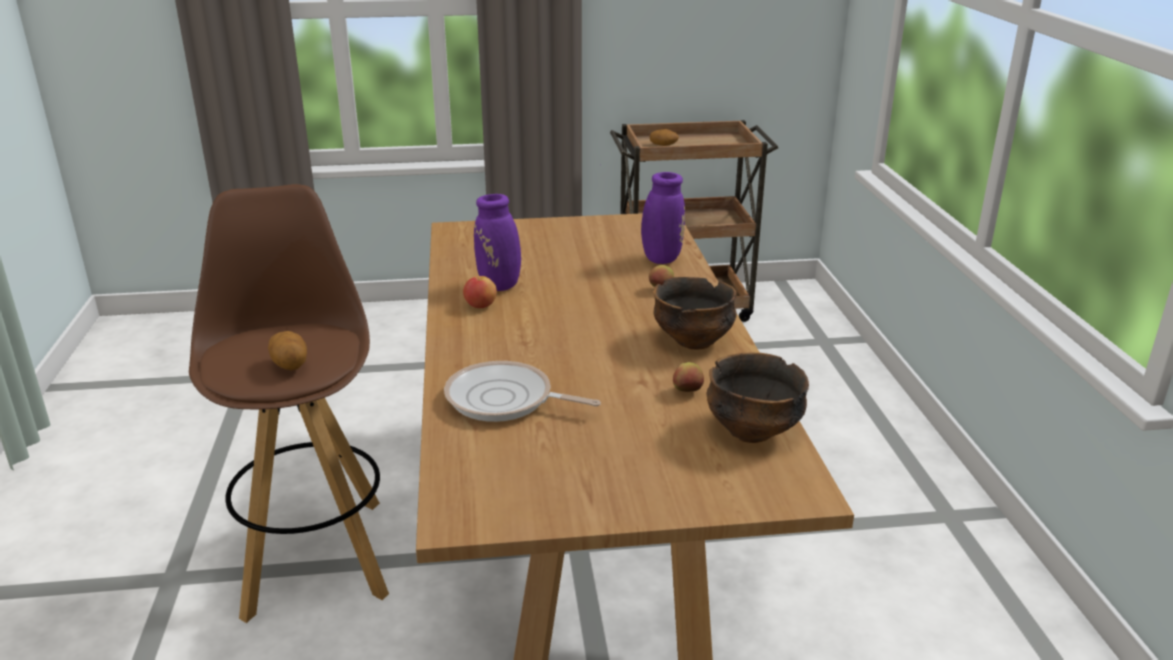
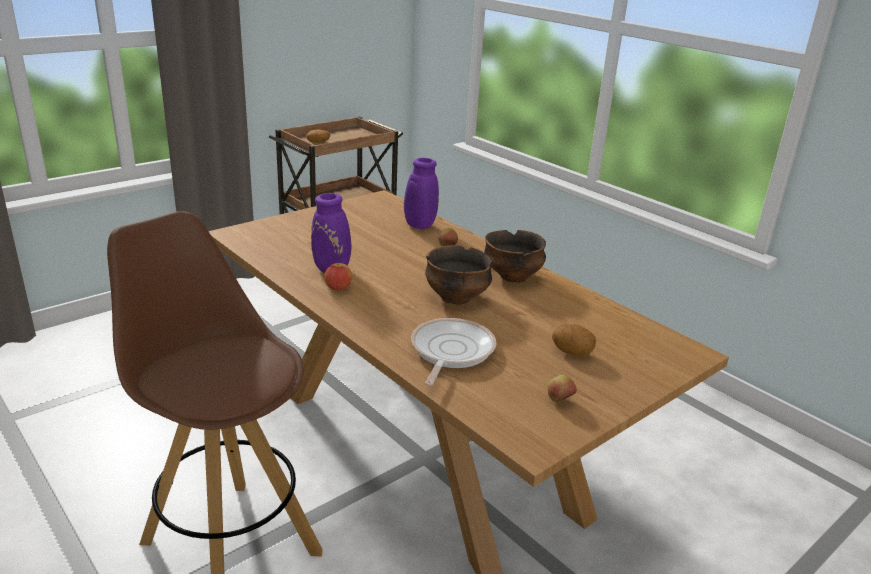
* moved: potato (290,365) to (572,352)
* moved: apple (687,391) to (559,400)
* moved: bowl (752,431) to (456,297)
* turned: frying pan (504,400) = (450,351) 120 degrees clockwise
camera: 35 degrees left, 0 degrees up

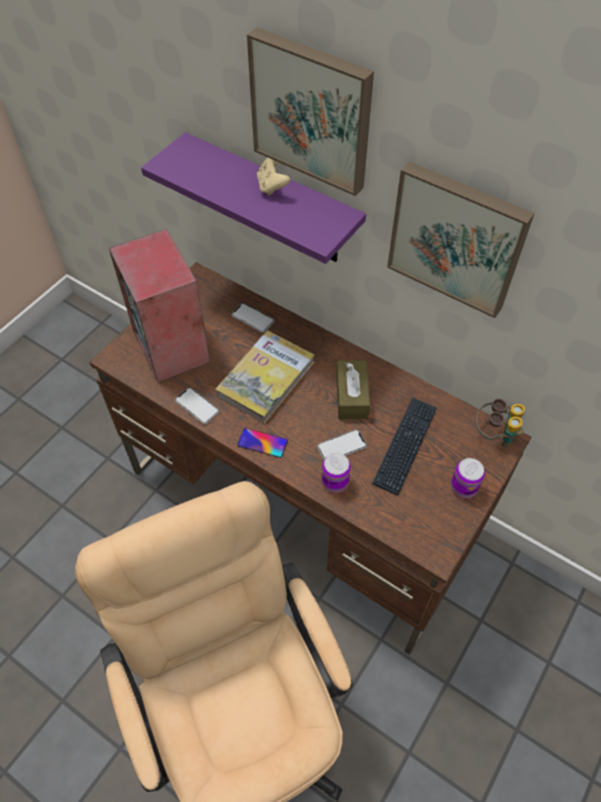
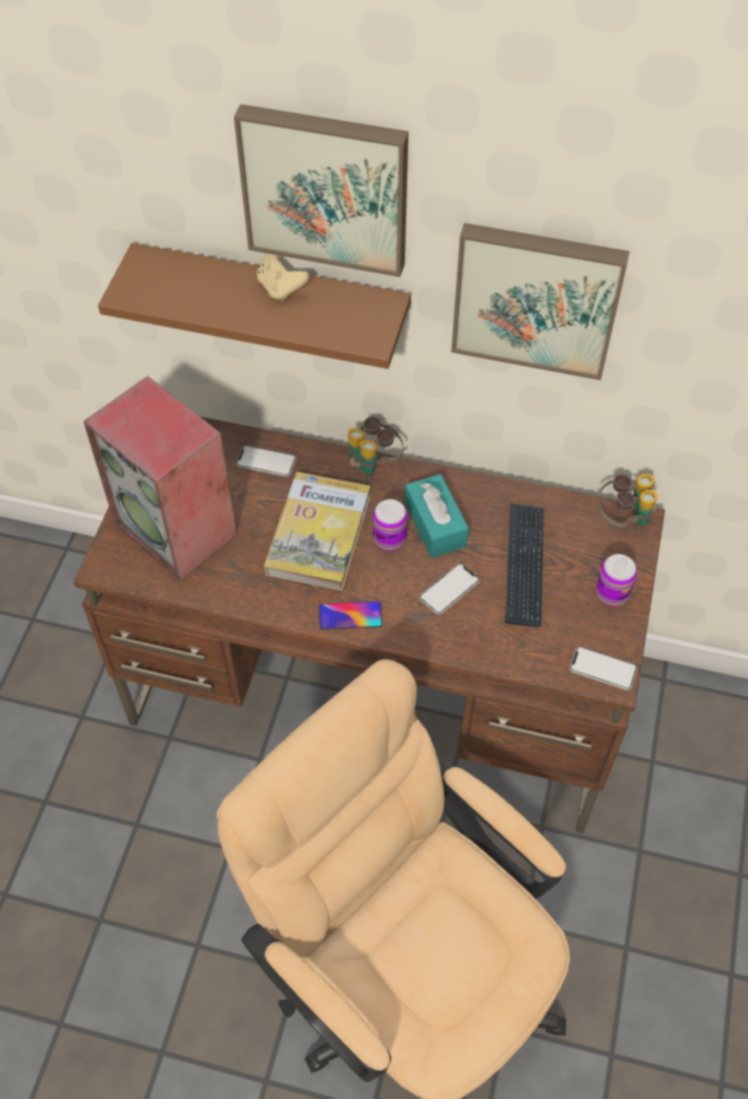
* added: binoculars (373,465)
* moved: phone (197,406) to (603,669)
* moved: can (335,482) to (389,539)
* recoloured: shelf (purple) (272,201) to shelf (brown) (272,304)
* recoloured: tissue box (brown) (351,396) to tissue box (turquoise) (435,524)
camera: 20 degrees left, 0 degrees up

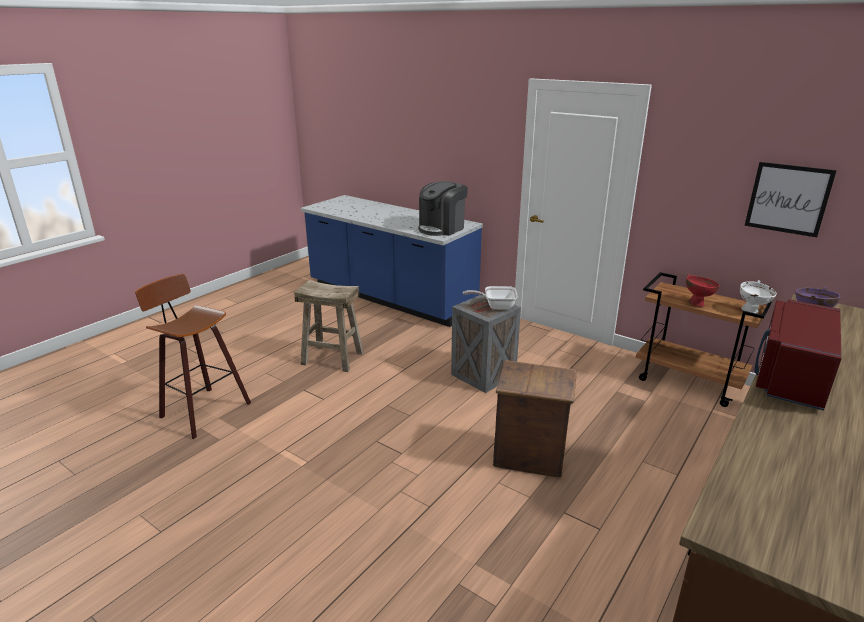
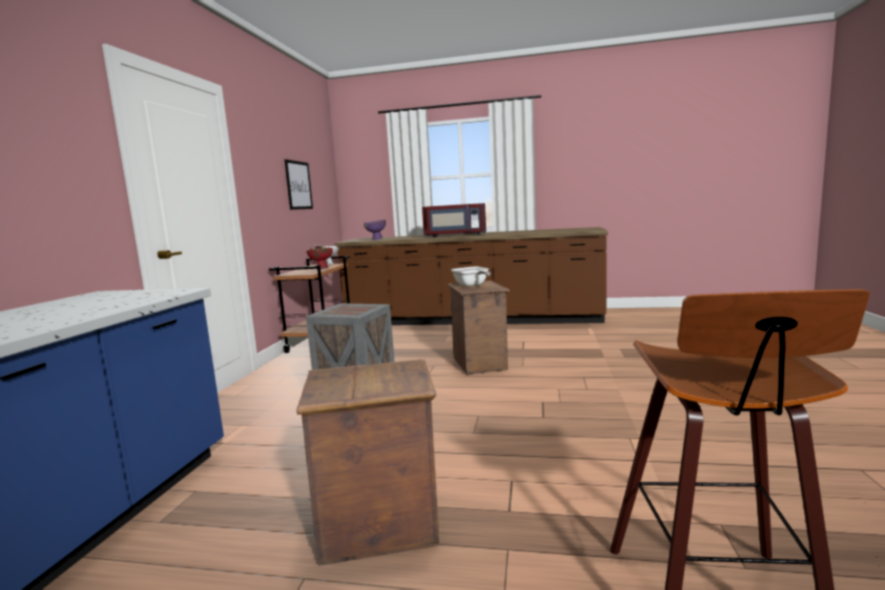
* removed: coffee machine (442,228)
* moved: frying pan (496,306) to (472,285)
* replaced: stool (beige) (333,358) to crate (380,529)
camera: 115 degrees left, 15 degrees down

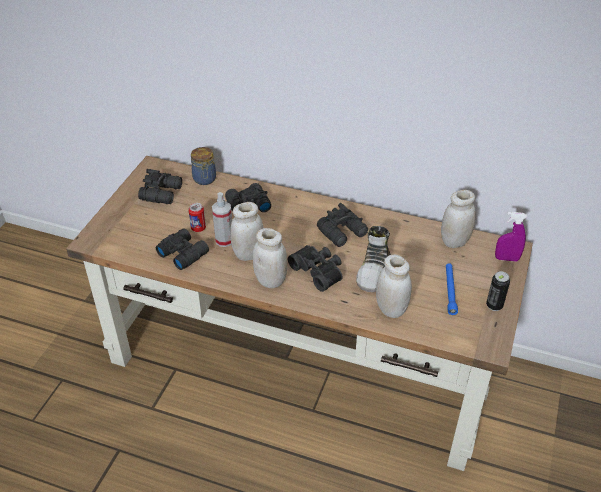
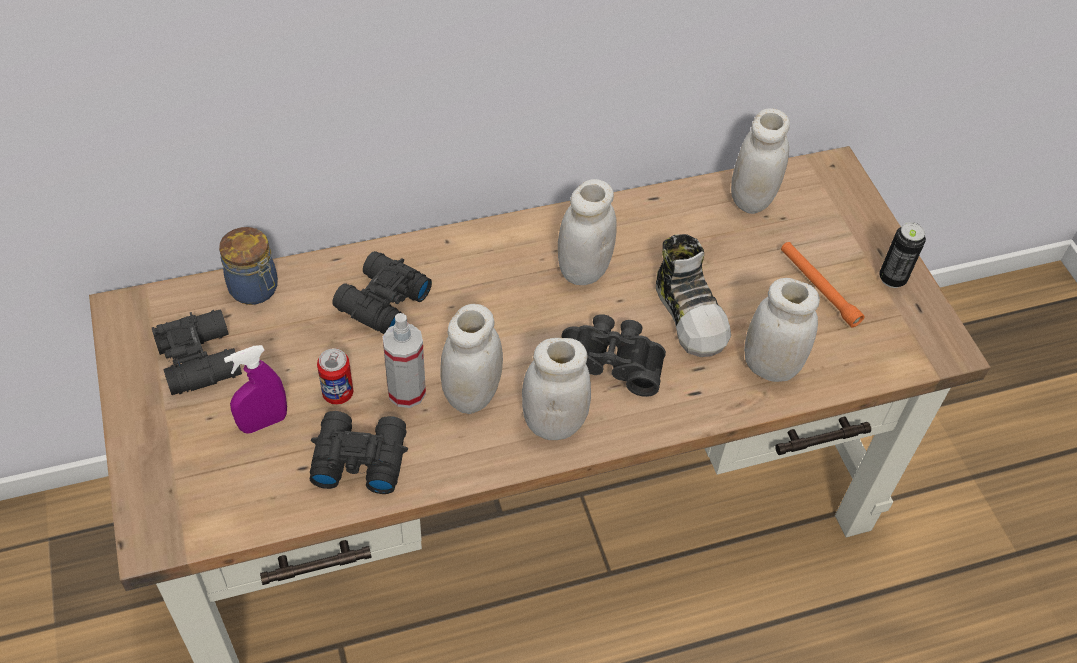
* moved: spray bottle (purple) (506,259) to (263,422)
* replaced: binoculars (black) (343,232) to jar (white) (583,270)
* recoloured: flashlight (blue) (450,291) to flashlight (orange) (818,288)
camera: 40 degrees left, 10 degrees up

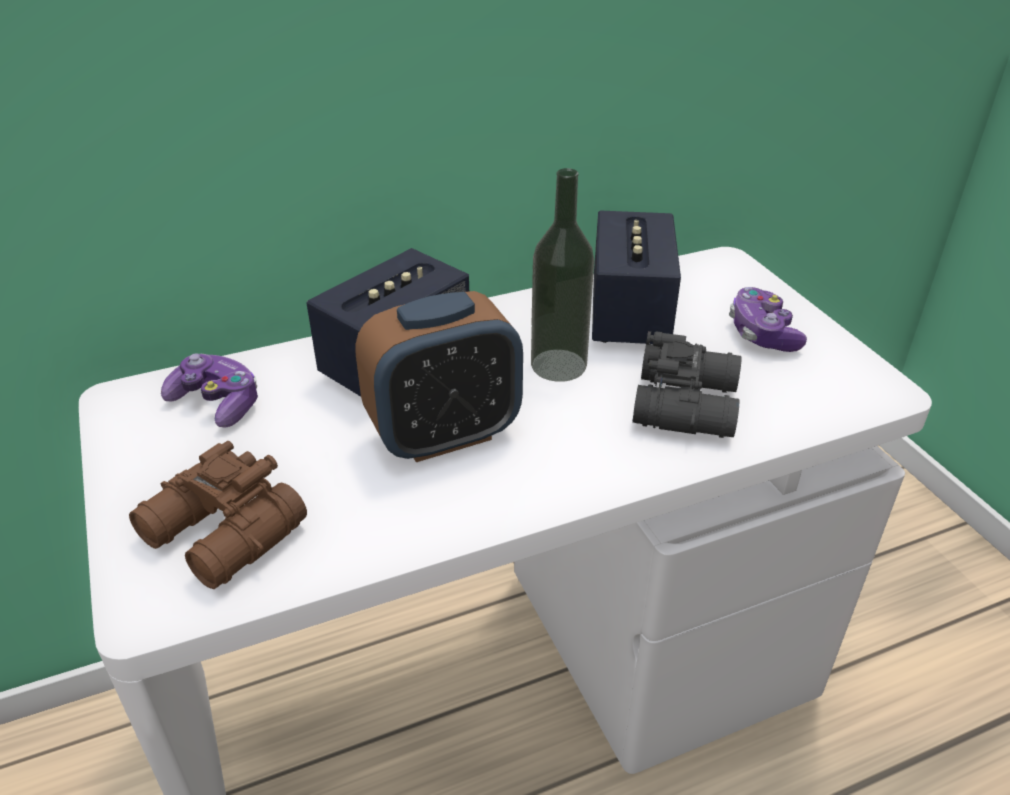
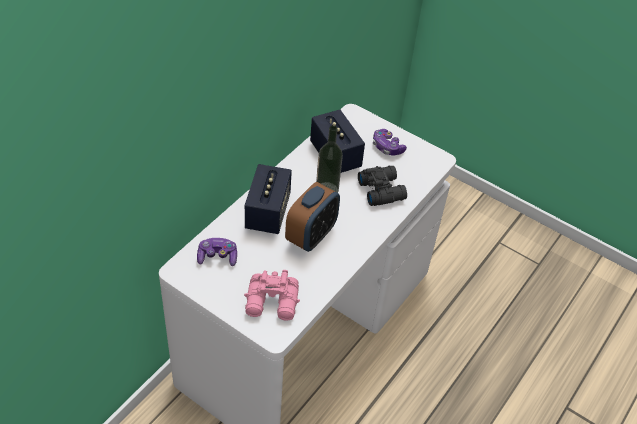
* recoloured: binoculars (brown) (222,536) to binoculars (pink) (273,303)
camera: 35 degrees left, 10 degrees up

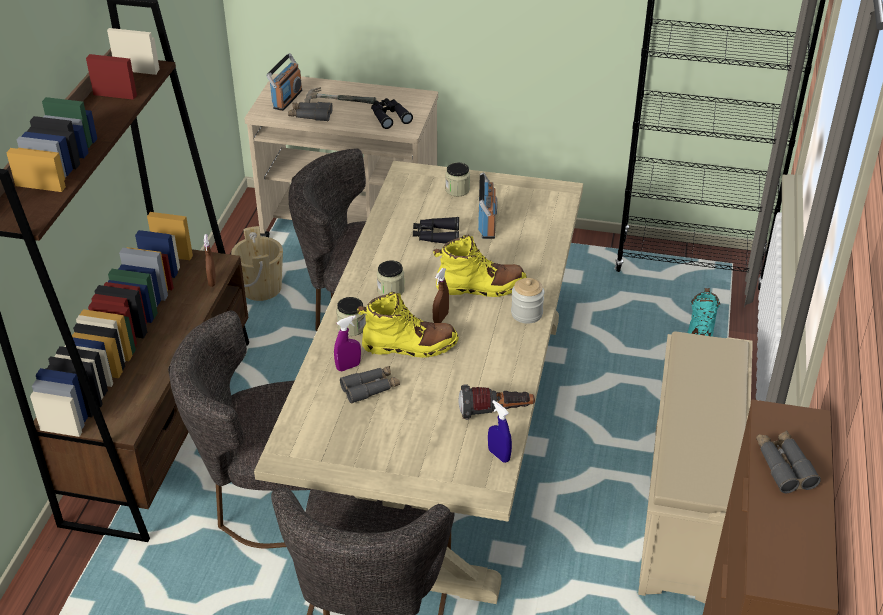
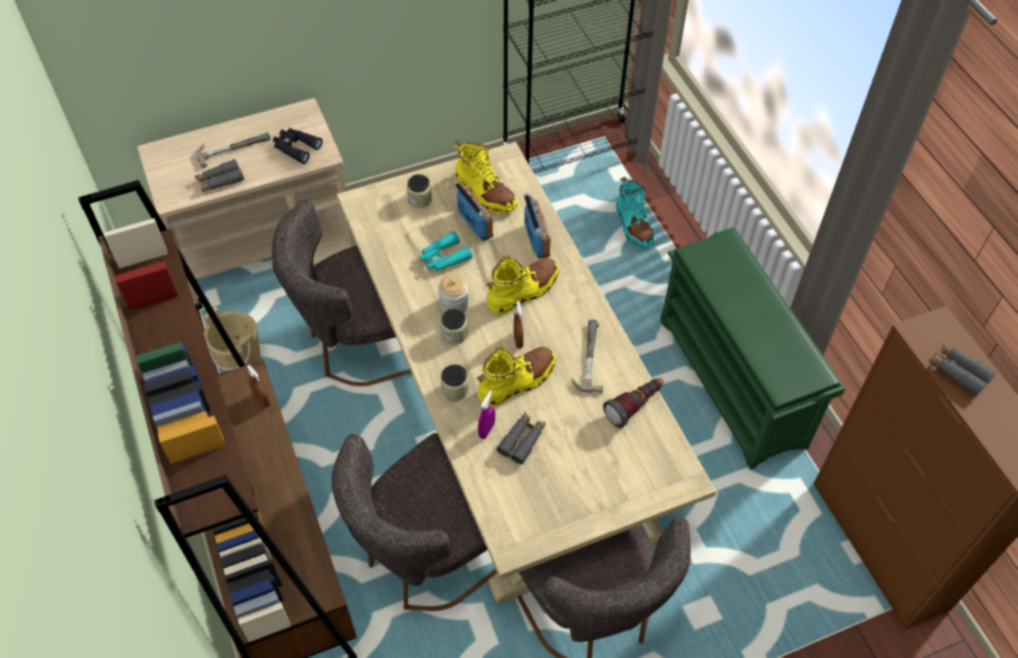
* removed: spray bottle (blue) (499,455)
* added: boot (yellow) (485,193)
* added: hammer (585,357)
* moved: radio (287,99) to (537,239)
* moved: jar (526,314) to (454,304)
* recoloured: binoculars (black) (436,236) to binoculars (turquoise) (443,258)
* recoloured: shoe rack (beige) (687,515) to shoe rack (green) (733,383)
camera: 35 degrees left, 15 degrees up

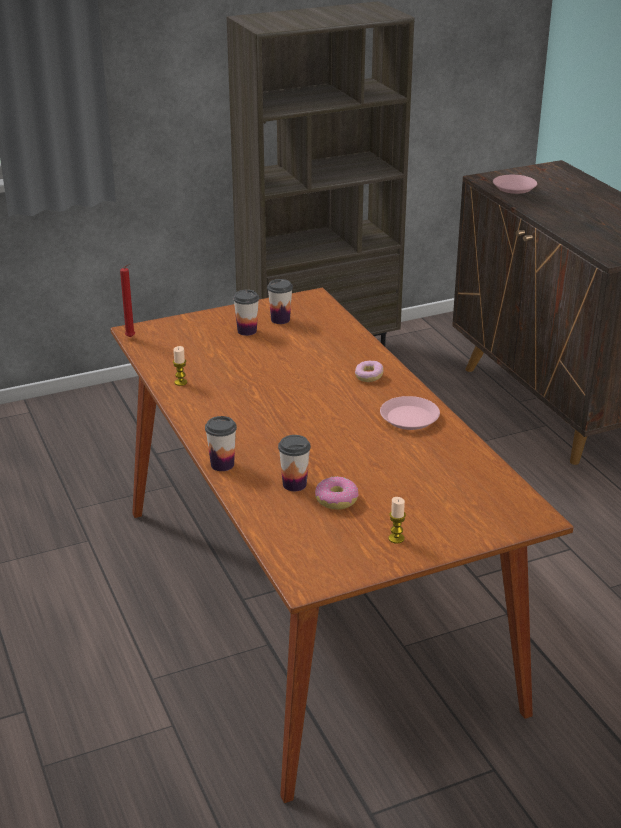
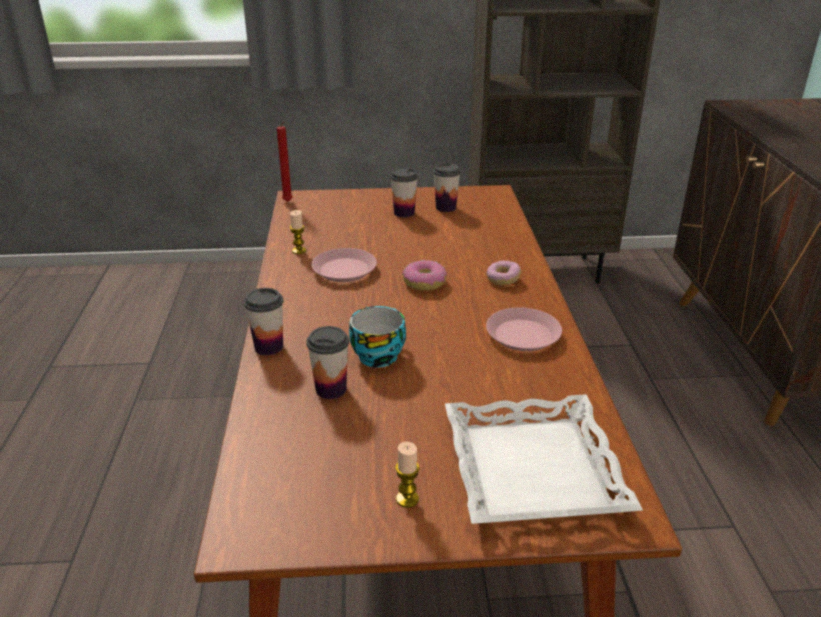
* added: cup (378,354)
* added: tray (white) (531,469)
* moved: donut (336,500) to (424,283)
* moved: plate (pink) (514,187) to (345,270)
camera: 20 degrees right, 0 degrees up

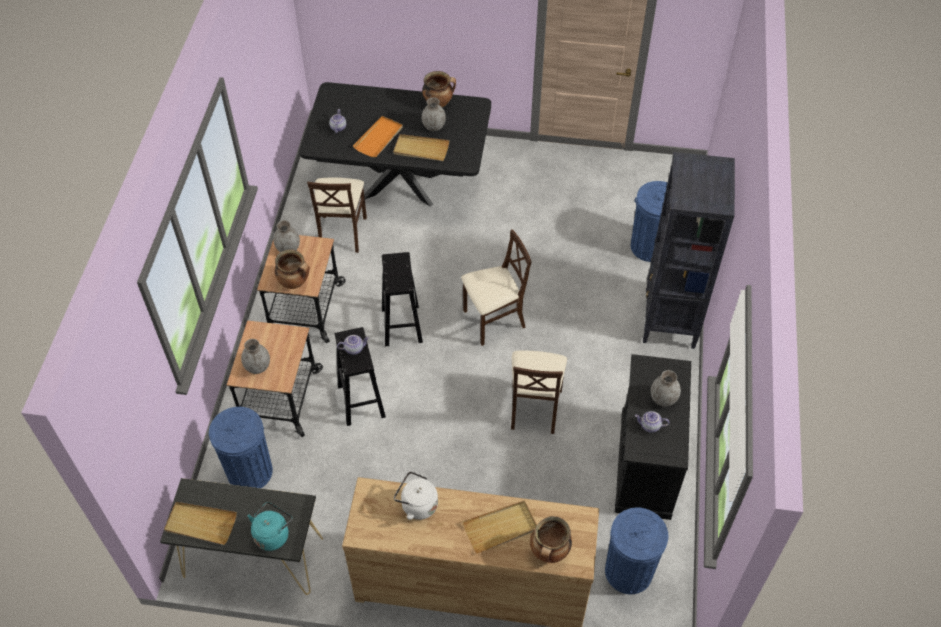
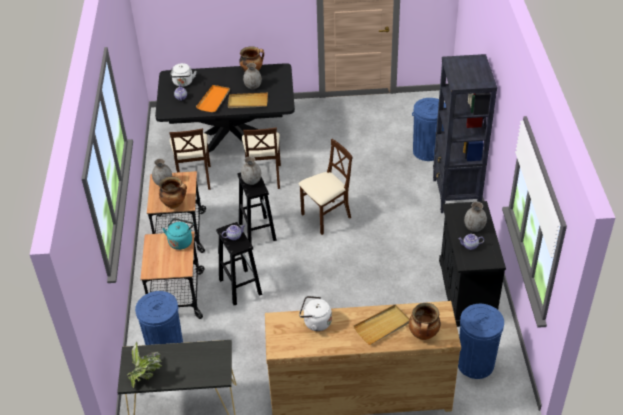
* added: kettle (white) (183,83)
* moved: vase (grey) (258,366) to (252,181)
* moved: kettle (turquoise) (273,534) to (181,241)
* moved: chair (beige) (534,408) to (264,177)
* replaced: tray (beige) (200,524) to potted plant (146,374)
camera: 10 degrees left, 10 degrees down

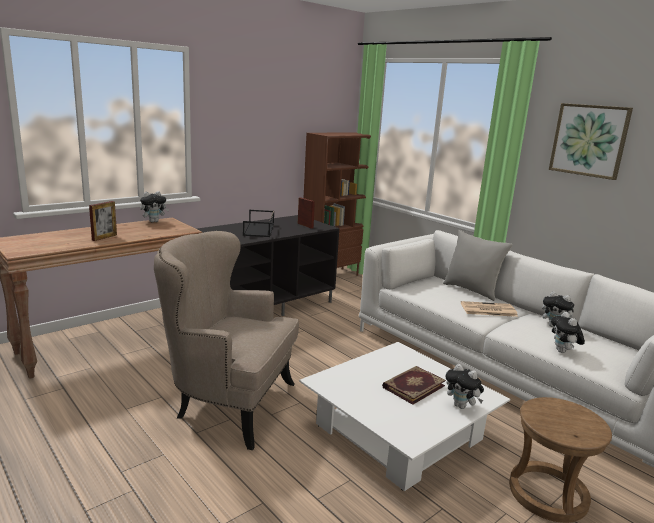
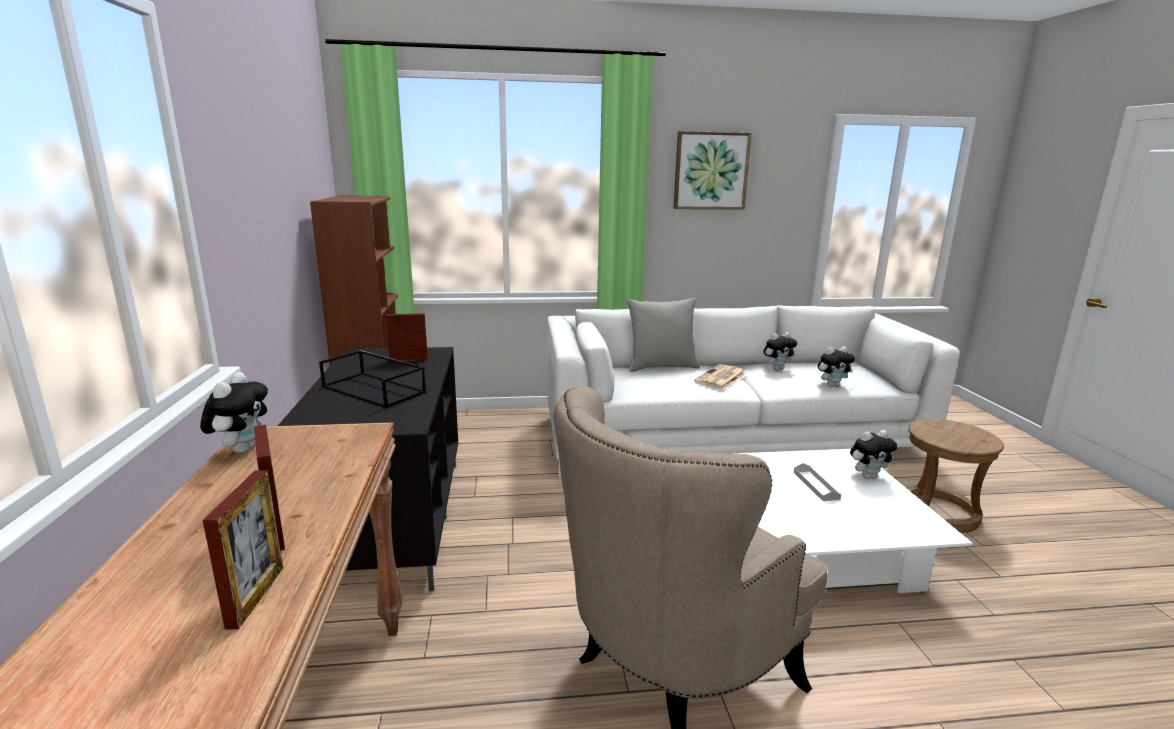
* added: picture frame (256,596)
* replaced: book (413,386) to tray (grey) (816,485)
* turned: plush toy (563,352) = (832,385) 45 degrees counterclockwise
camera: 55 degrees left, 0 degrees up

